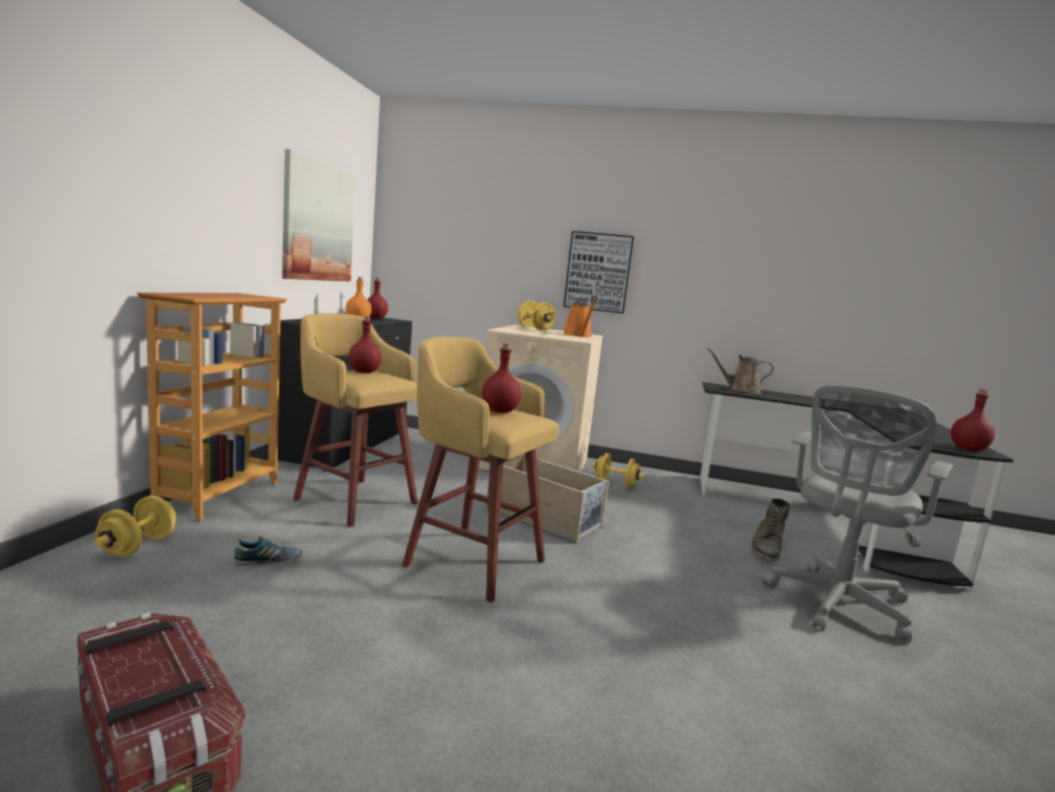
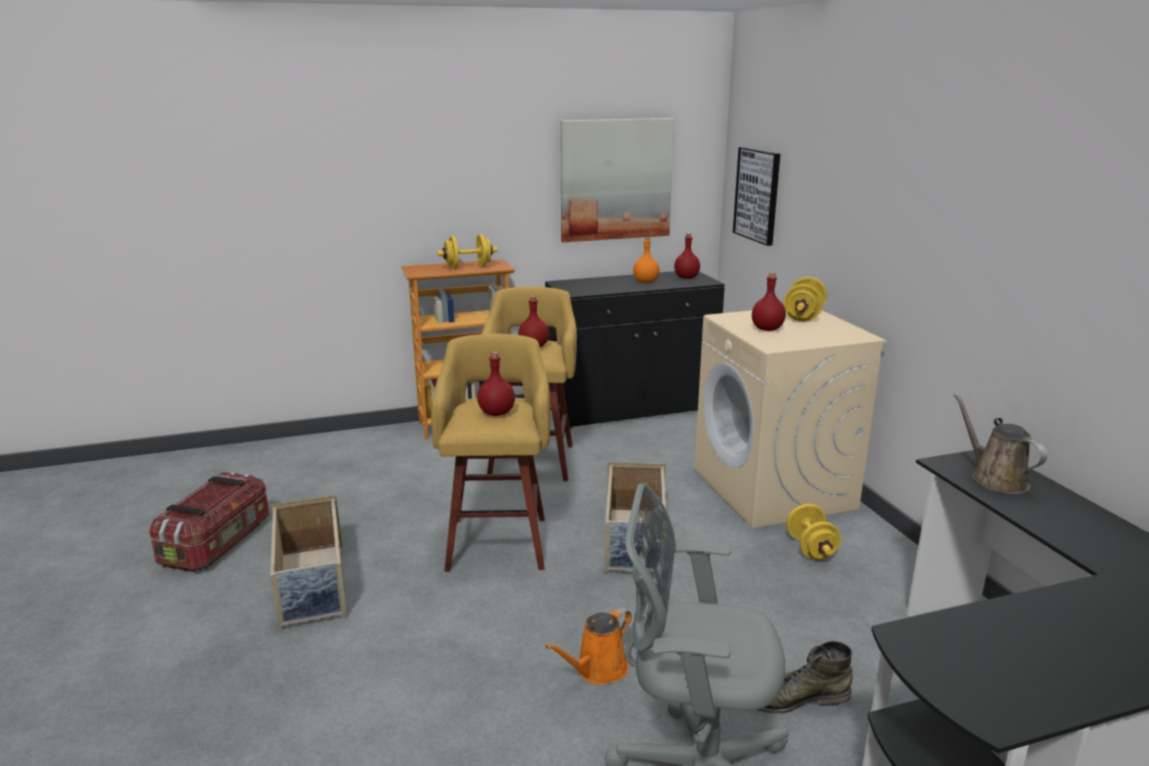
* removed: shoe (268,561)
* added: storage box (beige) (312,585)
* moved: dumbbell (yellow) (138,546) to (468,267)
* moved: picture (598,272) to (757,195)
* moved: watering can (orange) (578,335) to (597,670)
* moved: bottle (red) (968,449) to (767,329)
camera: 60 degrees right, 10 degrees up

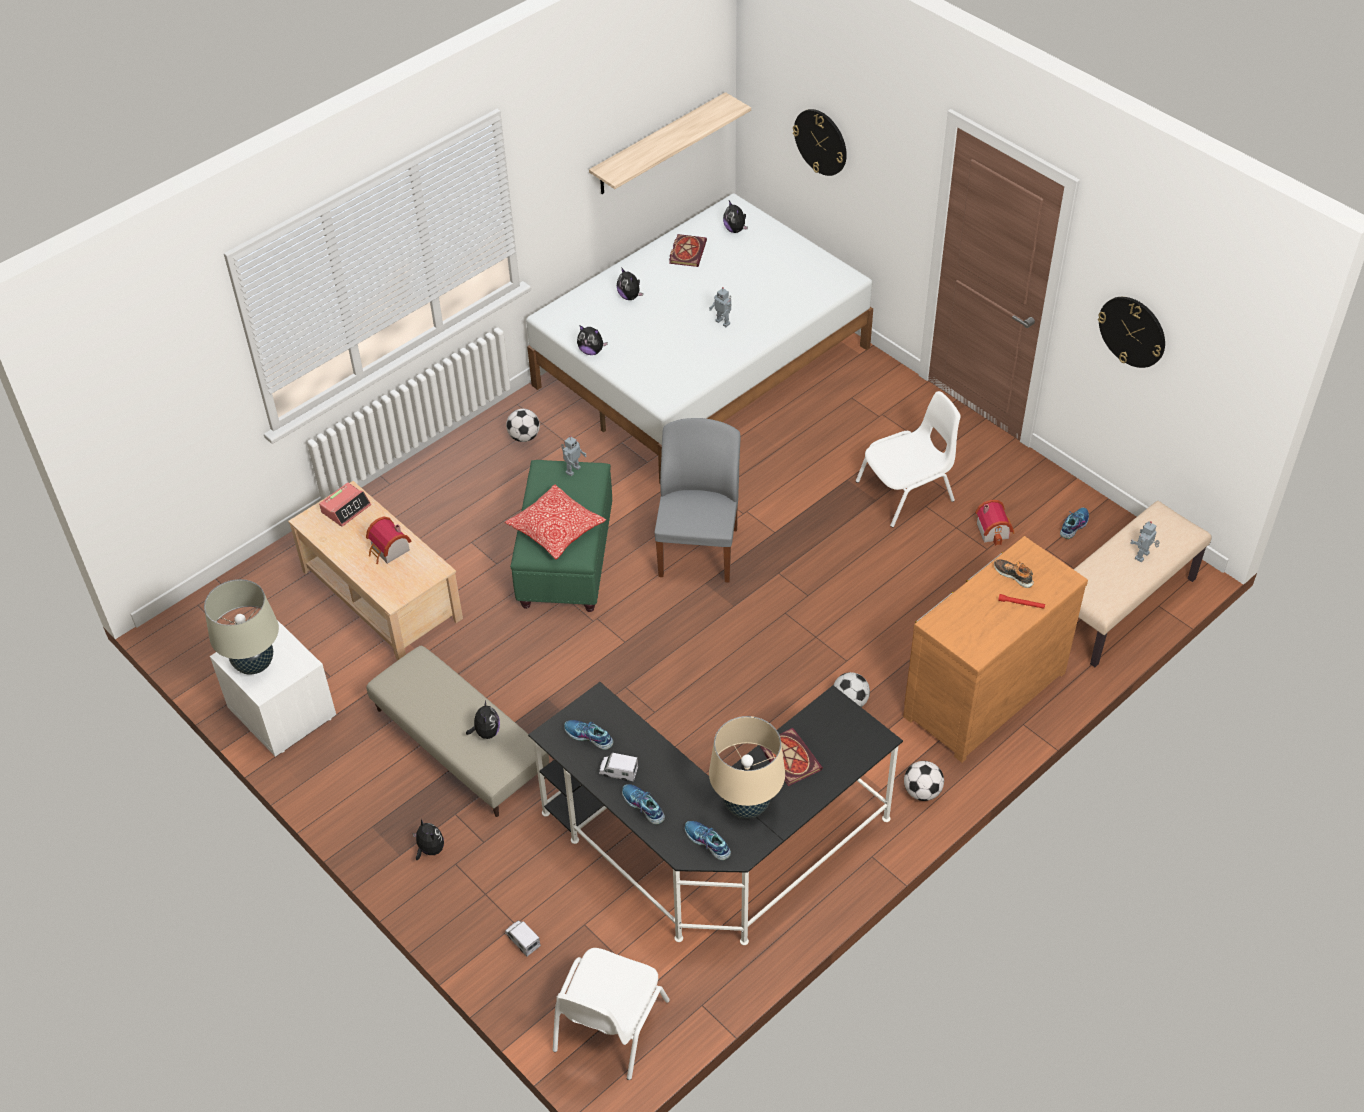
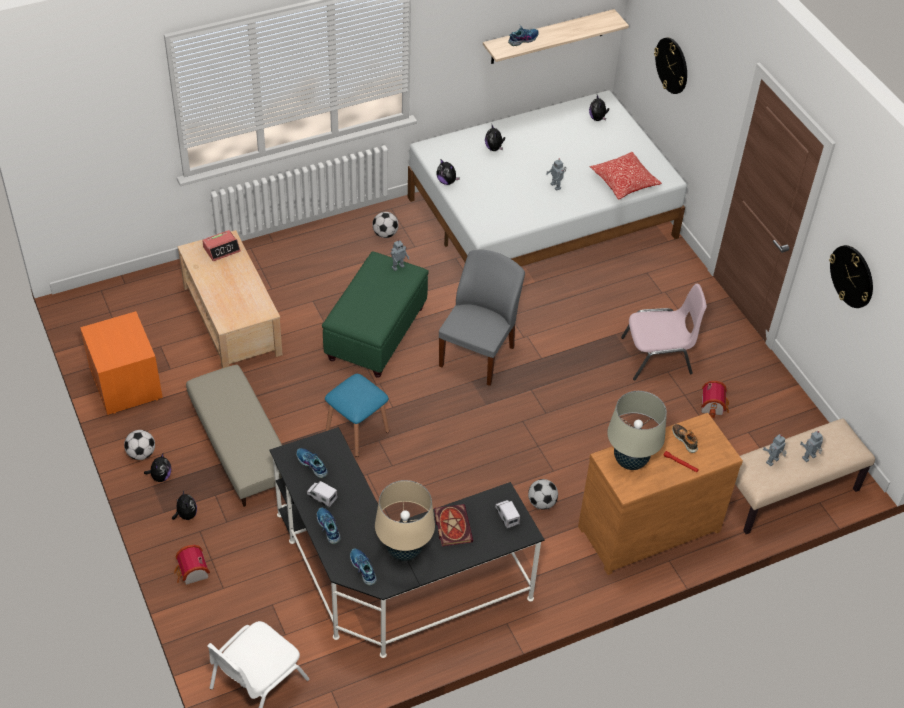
* removed: book (687,251)
* added: stool (blue) (357,431)
* added: toy robot (773,461)
* moved: table lamp (beige) (254,664) to (630,461)
* moved: toy house (389,551) to (192,573)
* moved: plush toy (486,732) to (160,476)
* moved: pillow (556,530) to (624,182)
* moved: toy truck (523,940) to (507,516)
* moved: football (922,792) to (141,454)
* moved: shoe (1073,525) to (523,39)
* recoloured: nightstand (white) (280,711) to nightstand (orange) (125,384)
* recoloured: chair (white) (907,491) to chair (pink) (658,356)
camera: 15 degrees right, 0 degrees up

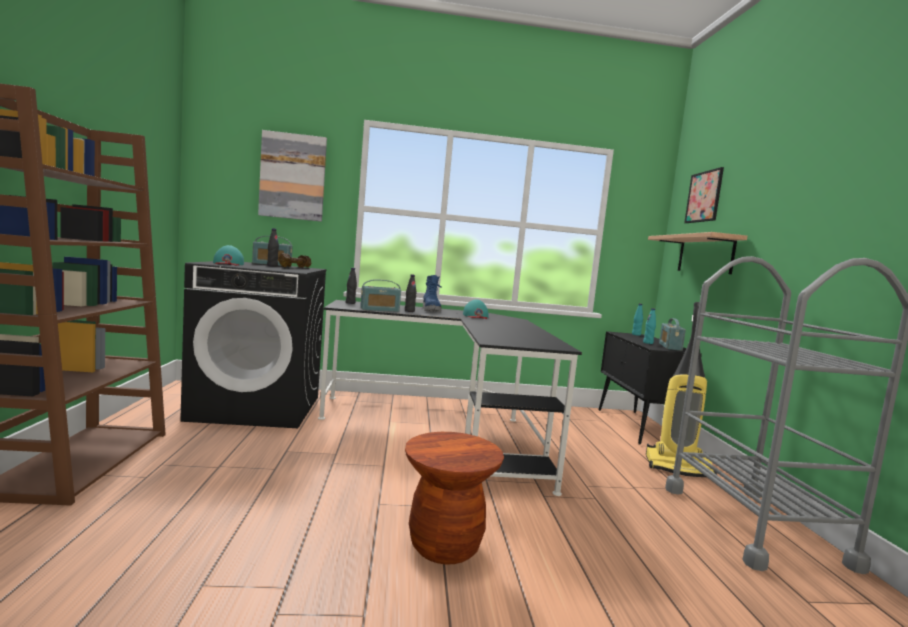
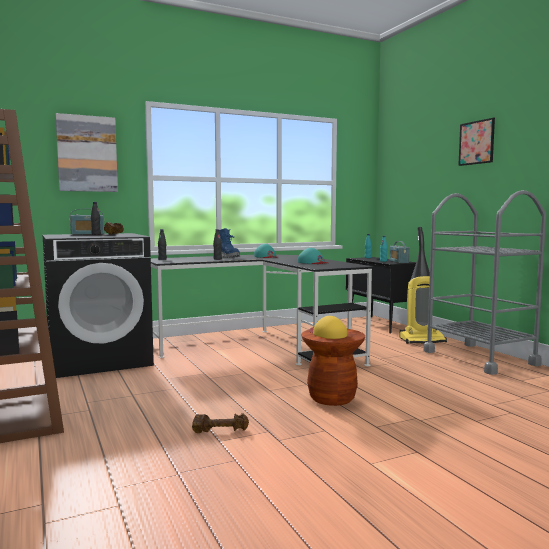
* removed: radio (379,310)
* removed: shelf (705,255)
* added: dumbbell (brown) (220,431)
* added: cap (yellow) (327,334)
* moved: cap (turquoise) (228,264) to (313,262)
* moved: picture (704,196) to (476,142)
camera: 20 degrees left, 0 degrees up

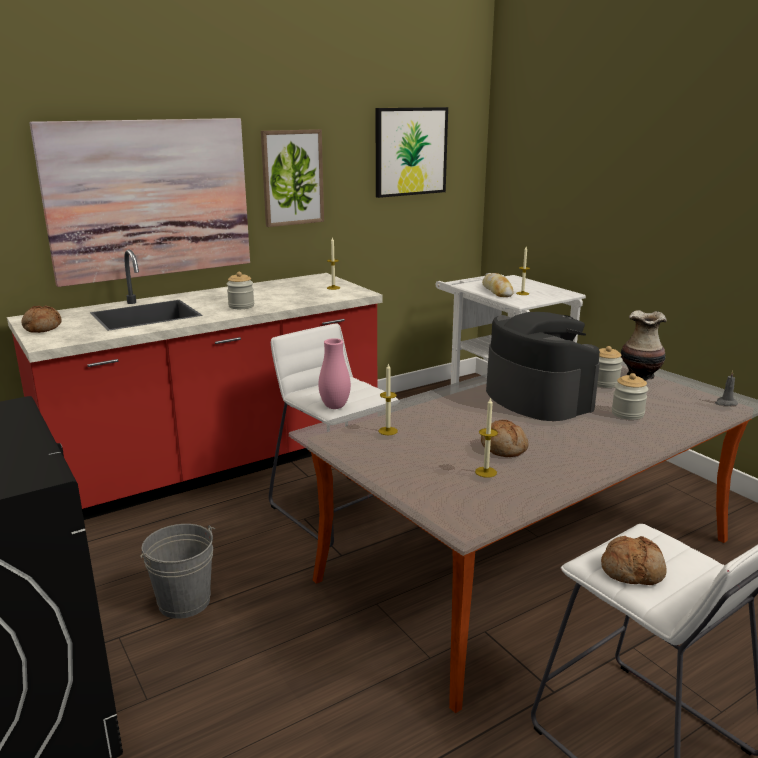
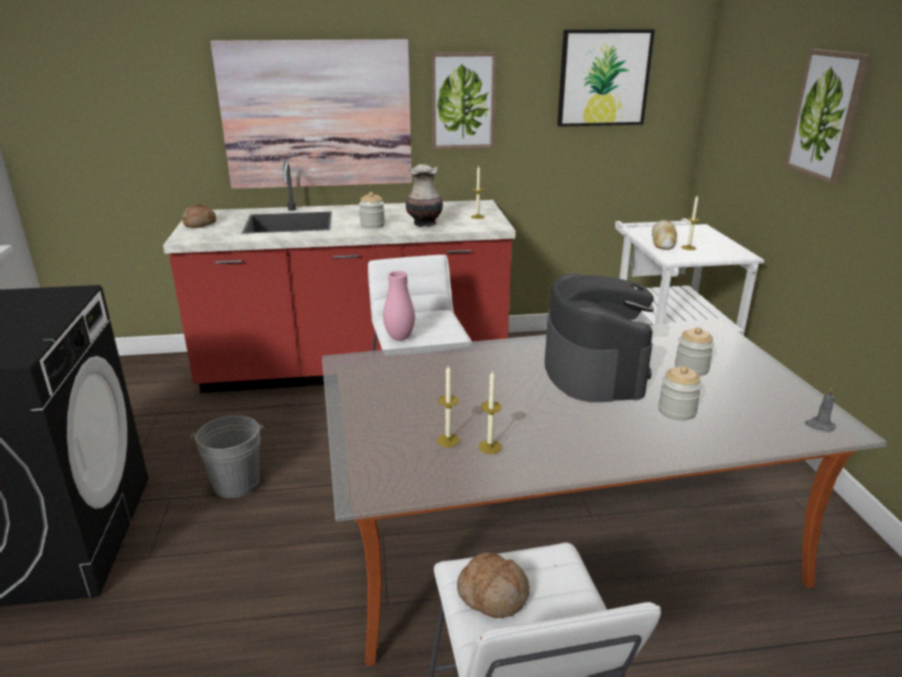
* removed: bread (504,448)
* added: picture (827,115)
* moved: candle (388,431) to (490,447)
* moved: vase (640,376) to (425,224)
camera: 25 degrees right, 5 degrees up

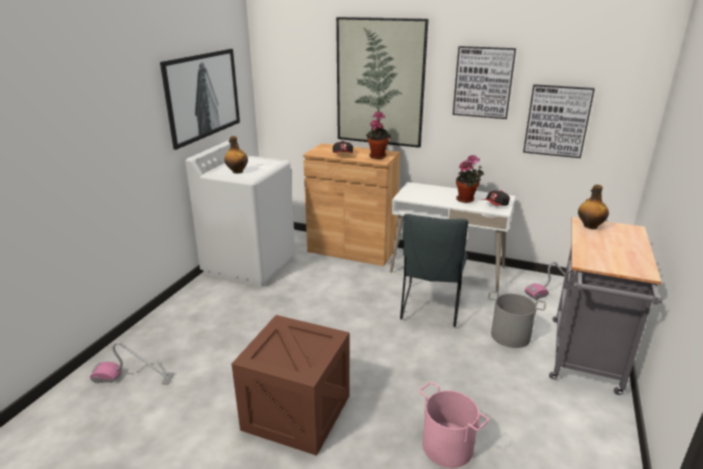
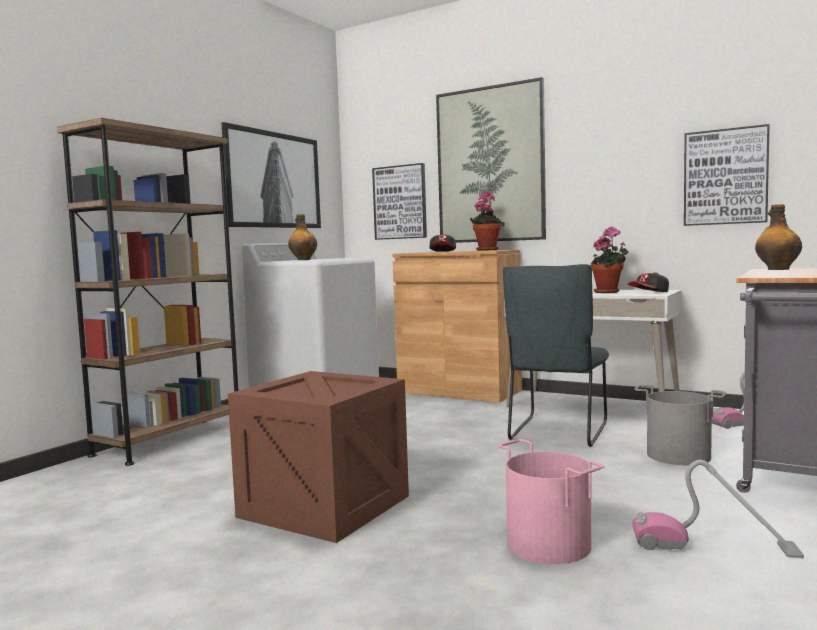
* added: bookcase (brown) (170,440)
* moved: vacuum cleaner (133,378) to (714,546)
* moved: picture (483,82) to (400,202)
camera: 10 degrees right, 20 degrees down

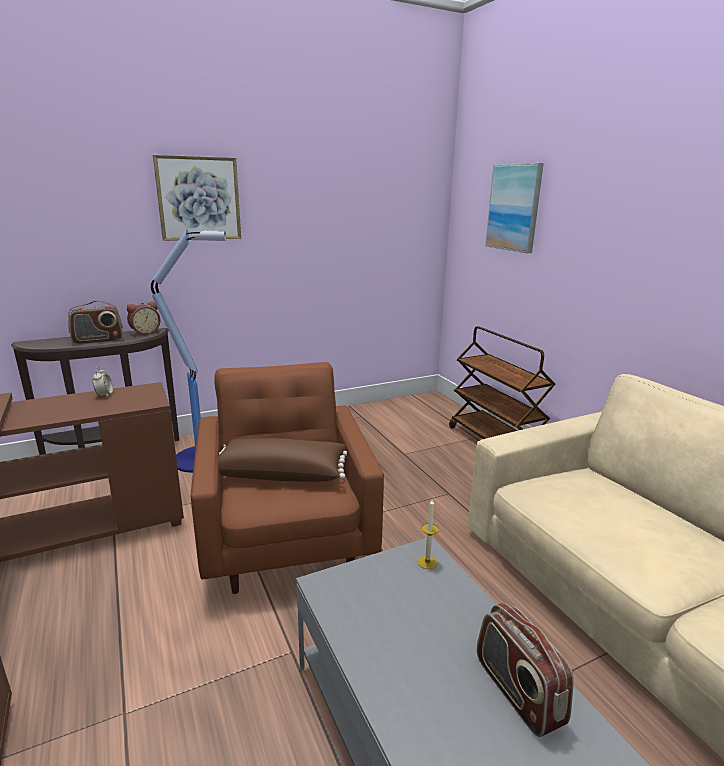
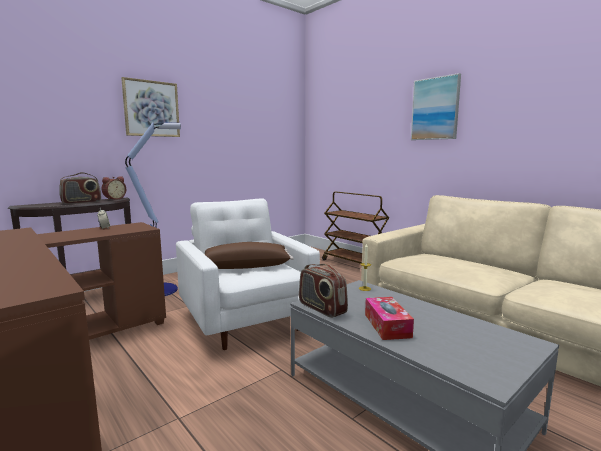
* added: tissue box (387,325)
* moved: radio (517,691) to (321,308)
* moved: picture (514,207) to (435,109)
* recoloured: armchair (brown) (288,539) to armchair (white) (247,320)
camera: 15 degrees left, 10 degrees down

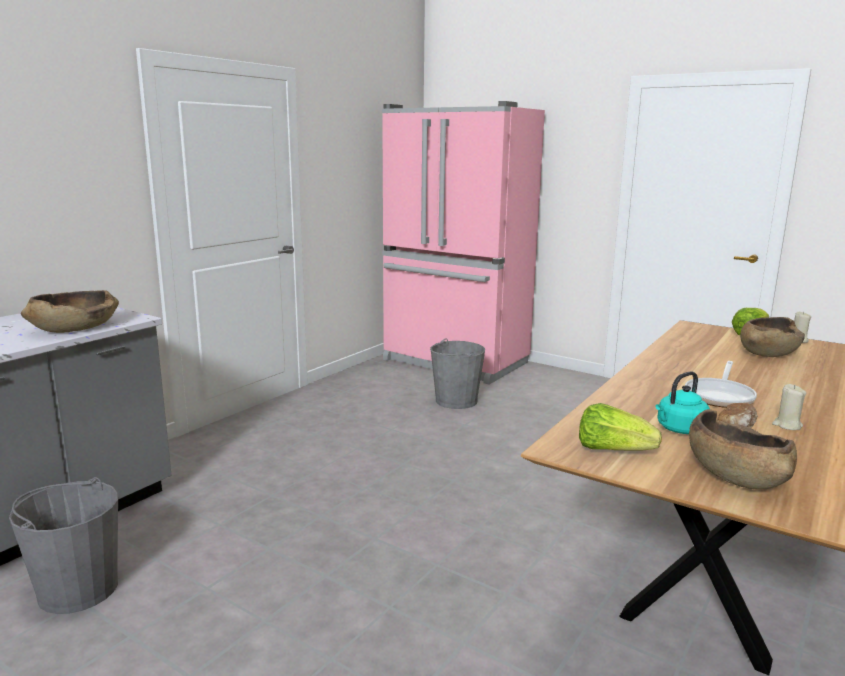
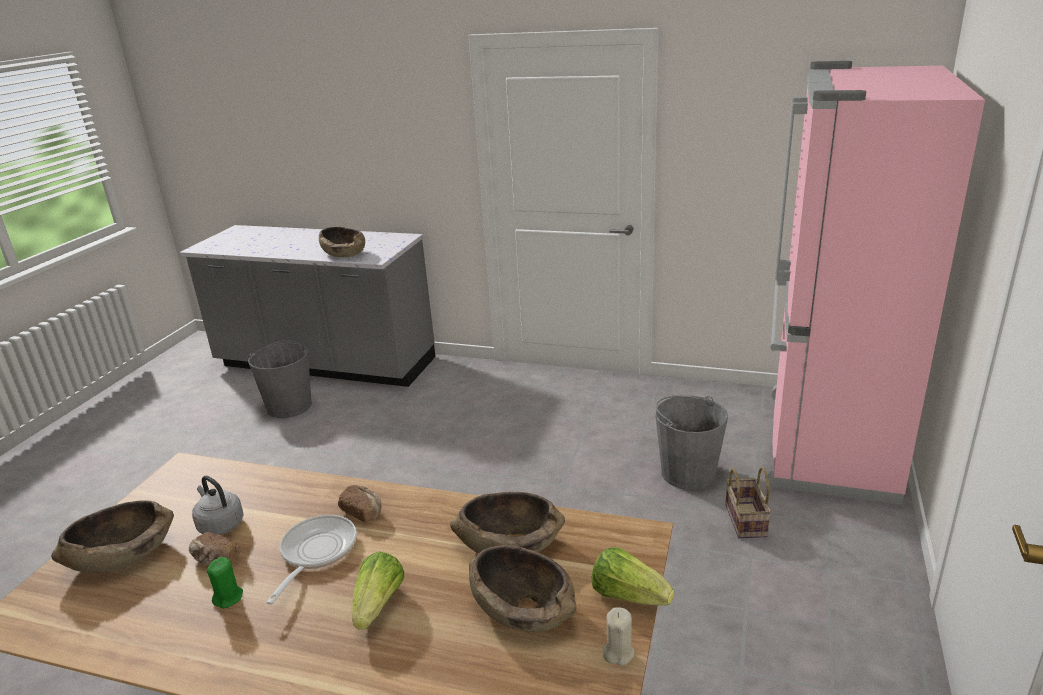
* added: bread (362,512)
* added: bowl (brown) (510,543)
* added: basket (744,519)
* moved: lettuce (612,450) to (379,605)
* recoloured: kettle (turquoise) (679,429) to kettle (grey) (220,524)
* recoloured: candle (beige) (787,425) to candle (green) (228,598)
* turned: frying pan (720,396) = (316,553) 90 degrees clockwise
camera: 75 degrees right, 10 degrees up

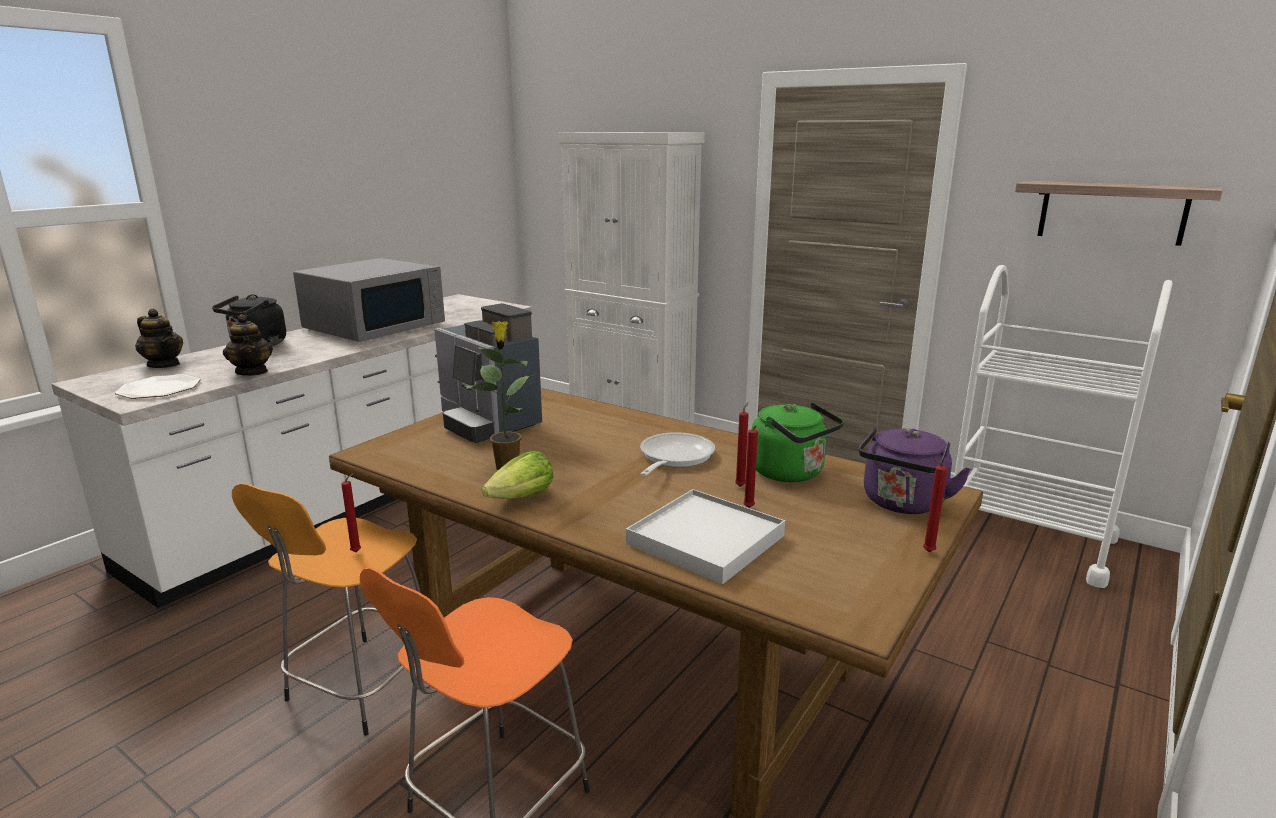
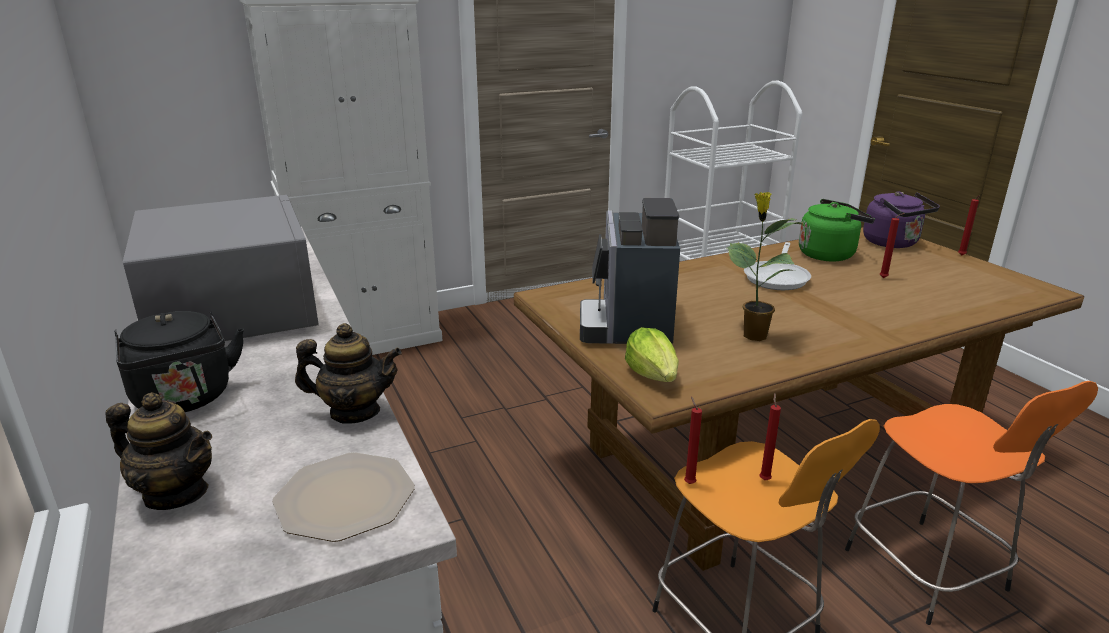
* removed: tray (white) (705,540)
* removed: shelf (1112,212)
* moved: lettuce (522,498) to (653,375)
* moved: candle (red) (741,486) to (688,482)
* turned: teapot (164,365) = (176,493) 45 degrees clockwise
* turned: coffee machine (488,423) = (628,325) 105 degrees clockwise
* turned: frying pan (673,458) = (777,277) 120 degrees counterclockwise
camera: 60 degrees left, 5 degrees up

